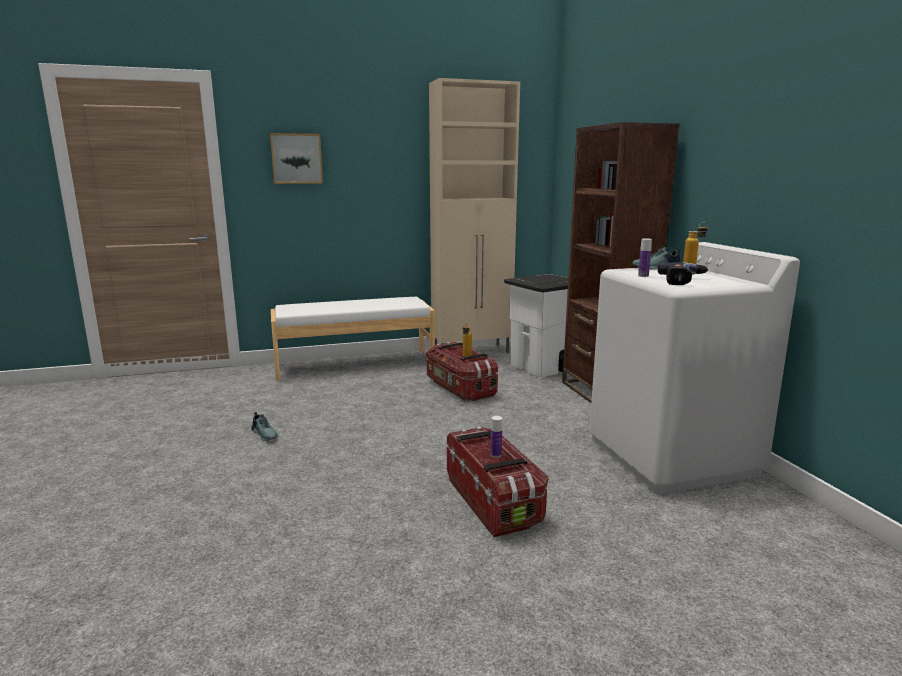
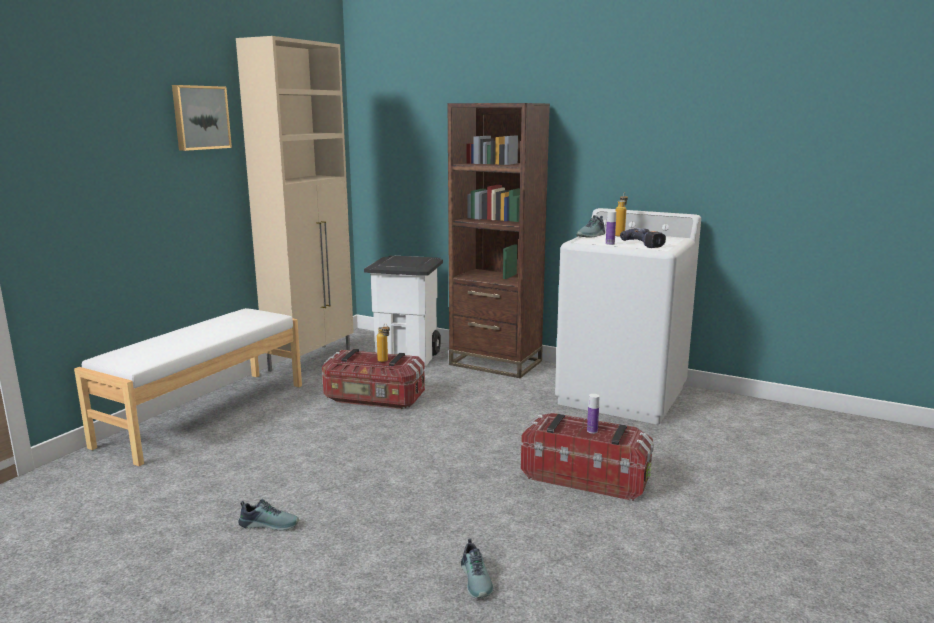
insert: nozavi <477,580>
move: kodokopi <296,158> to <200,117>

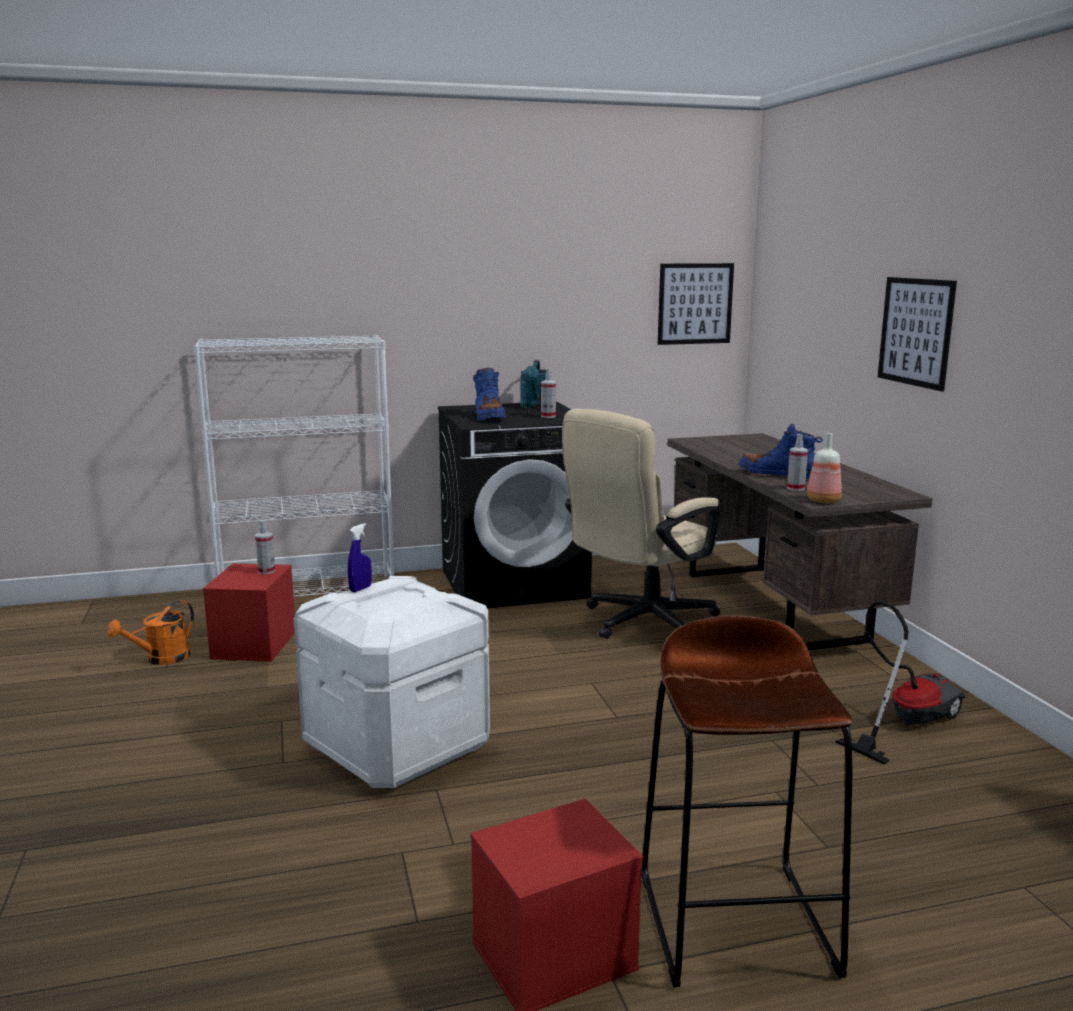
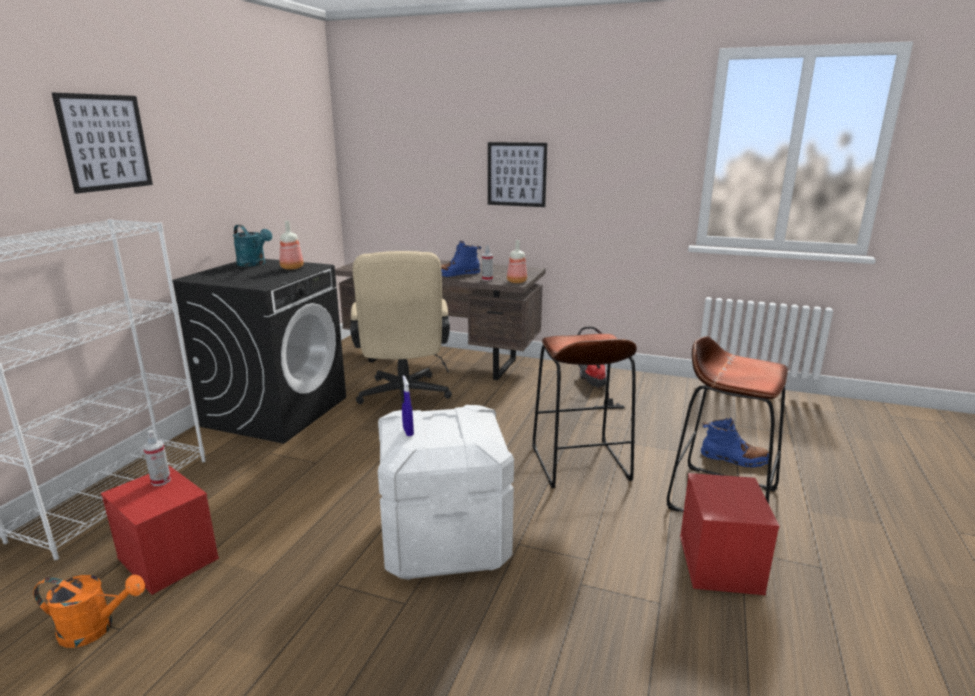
insert: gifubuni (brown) <579,463>
move: kodokopi <695,303> to <105,142>; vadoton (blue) <489,417> to <734,459>
replace: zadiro <548,416> to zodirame <291,268>
rotate: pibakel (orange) <161,659> = <95,629> 75 degrees counterclockwise

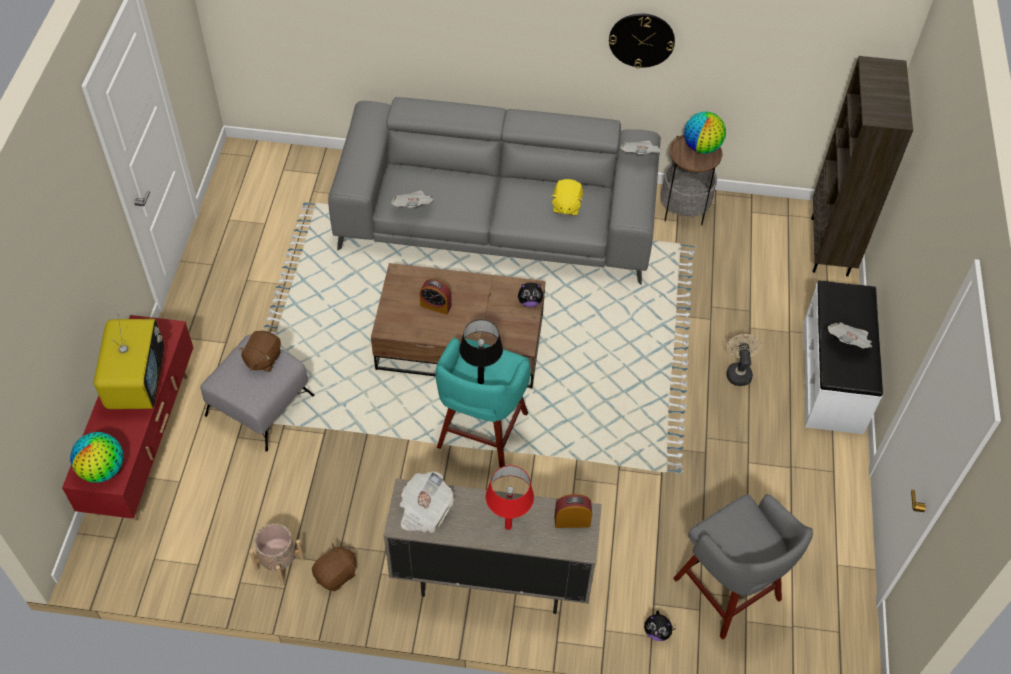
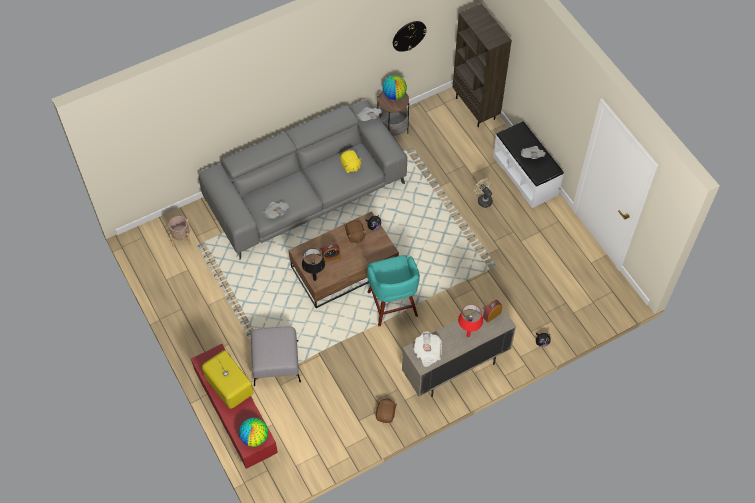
delete: gifubuni (grey) <729,592>
move: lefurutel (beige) <280,563> to <181,238>; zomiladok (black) <481,381> to <315,279>; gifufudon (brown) <263,359> to <355,236>; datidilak <641,40> to <409,35>

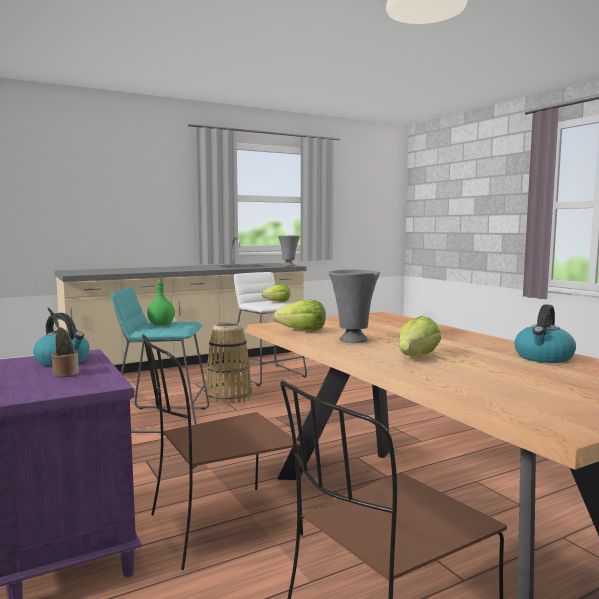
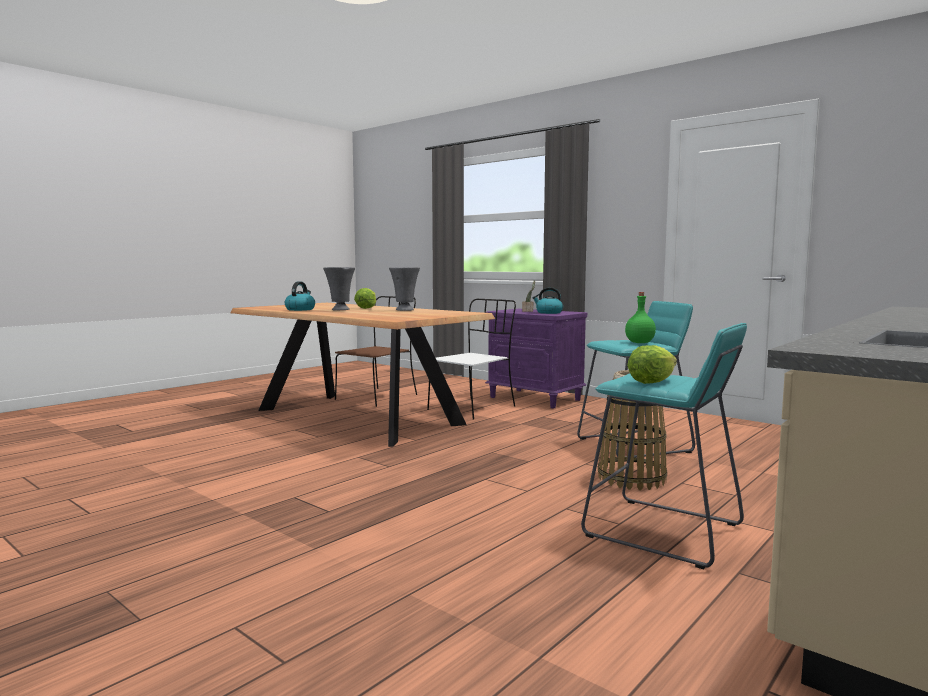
delete: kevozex <303,331>
move: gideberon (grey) <289,265> to <340,310>
recolor: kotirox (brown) <220,526> to kotirox (white) <473,408>; gifubuni (white) <268,375> to gifubuni (turquoise) <663,531>

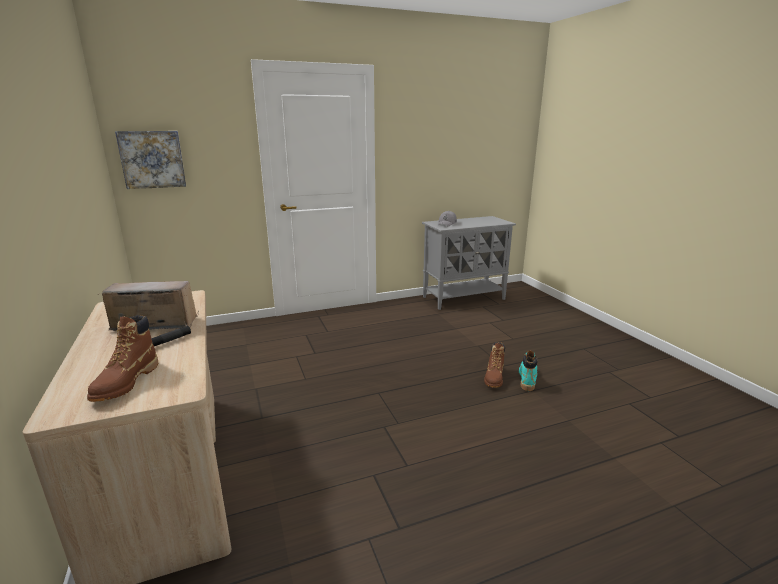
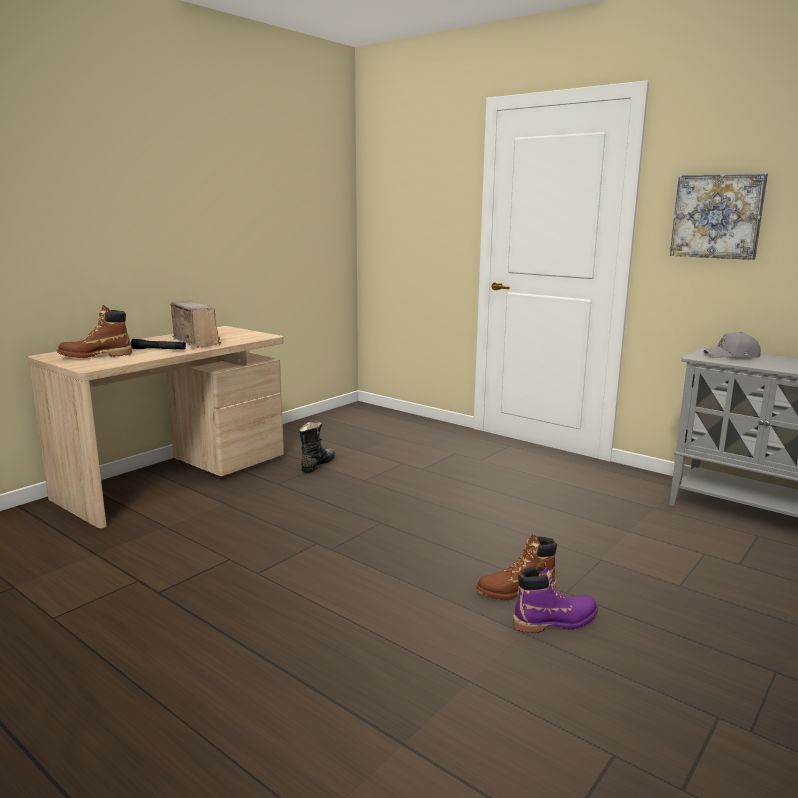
insert: vadoton (black) <317,465>
move: kodokopi <152,159> to <717,216>
recolor: vadoton (turquoise) <527,378> to vadoton (purple) <555,621>

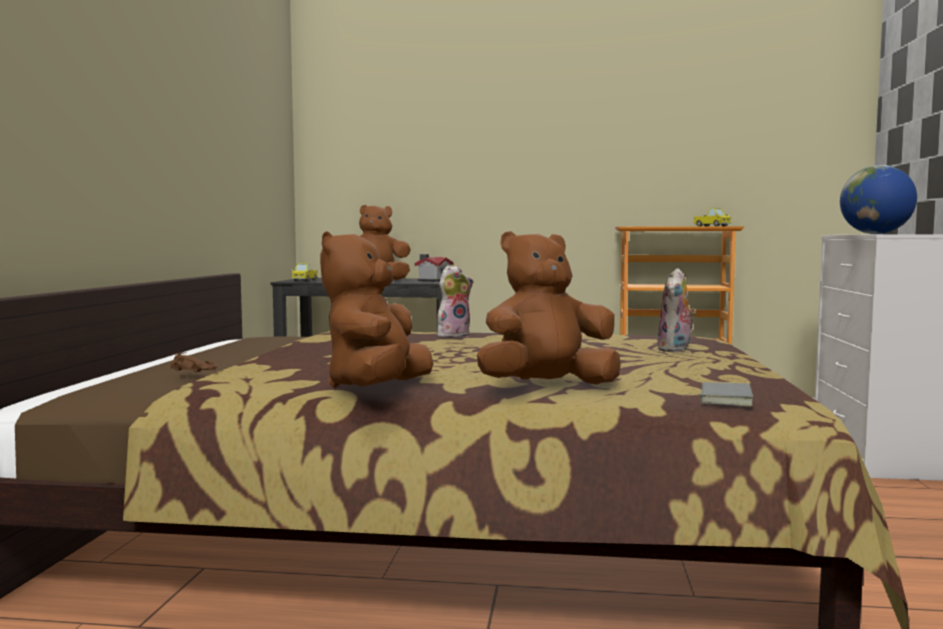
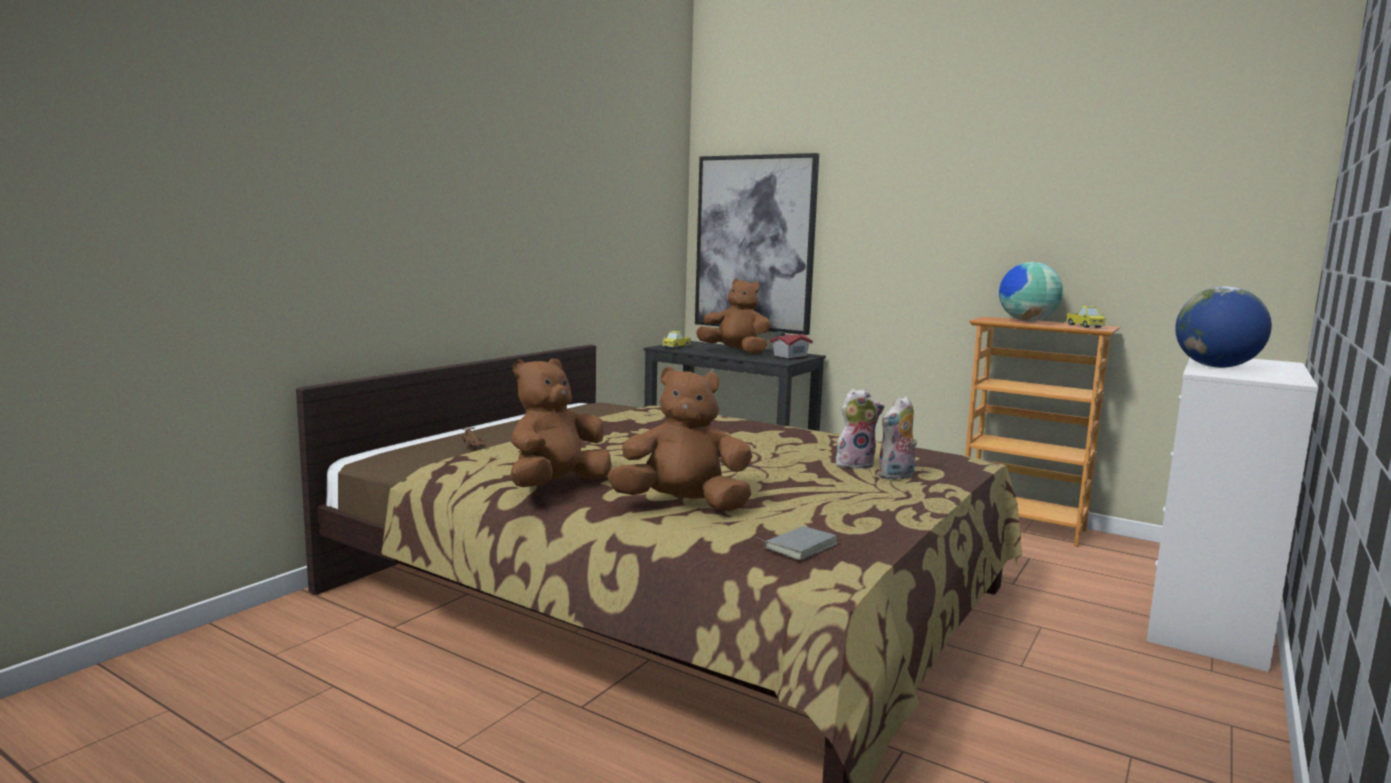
insert: kodokopi <755,243>; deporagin <1026,321>
move: gifufudon <453,335> to <855,464>

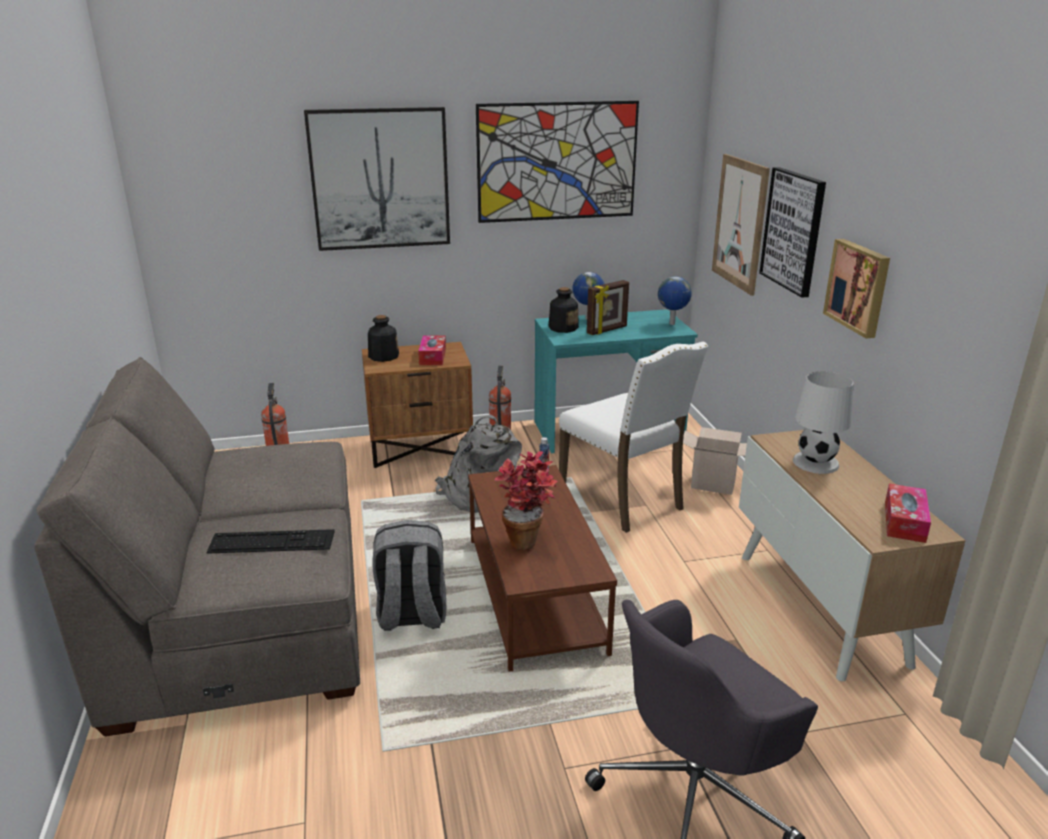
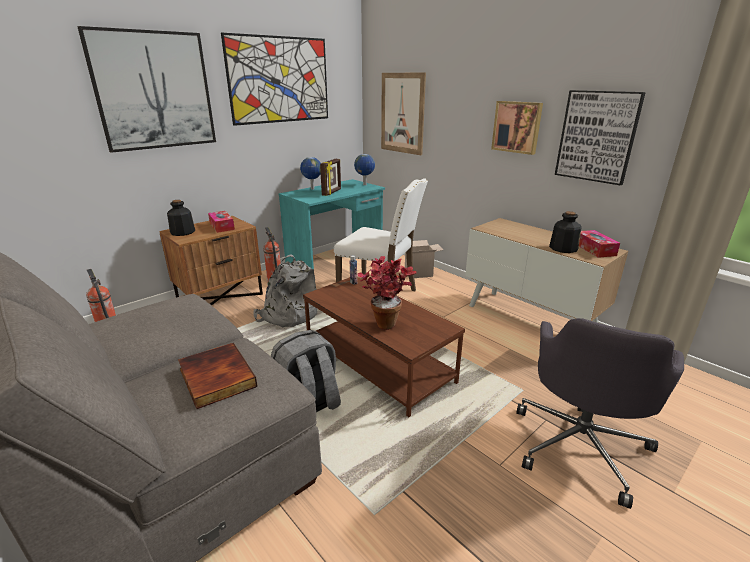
delete: zomiladok (white) <815,462>
move: zodirame <563,328> to <562,248>; kodokopi <793,230> to <597,136>
replace: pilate <271,542> to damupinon <215,378>

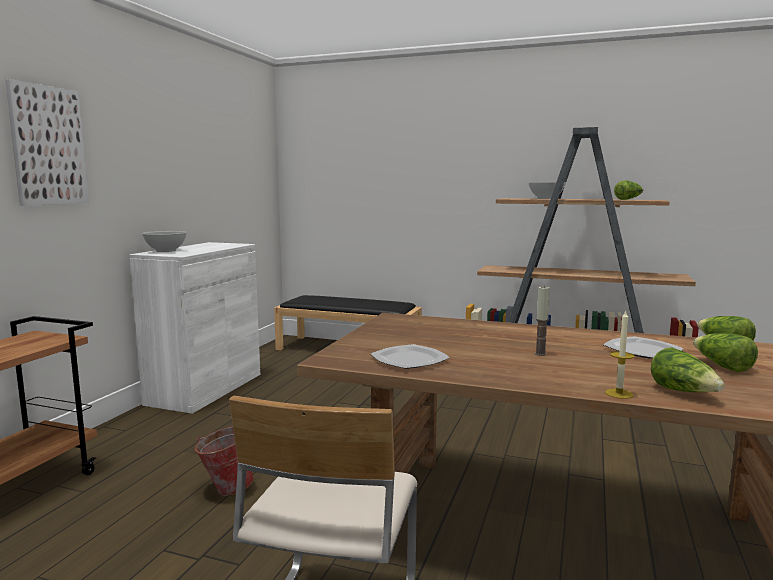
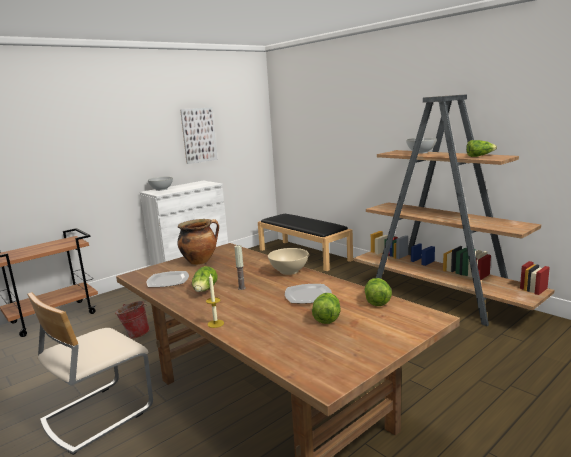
insert: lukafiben <200,261>; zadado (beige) <289,271>
move: kodokopi <48,146> to <198,135>; kevozex <683,392> to <205,290>

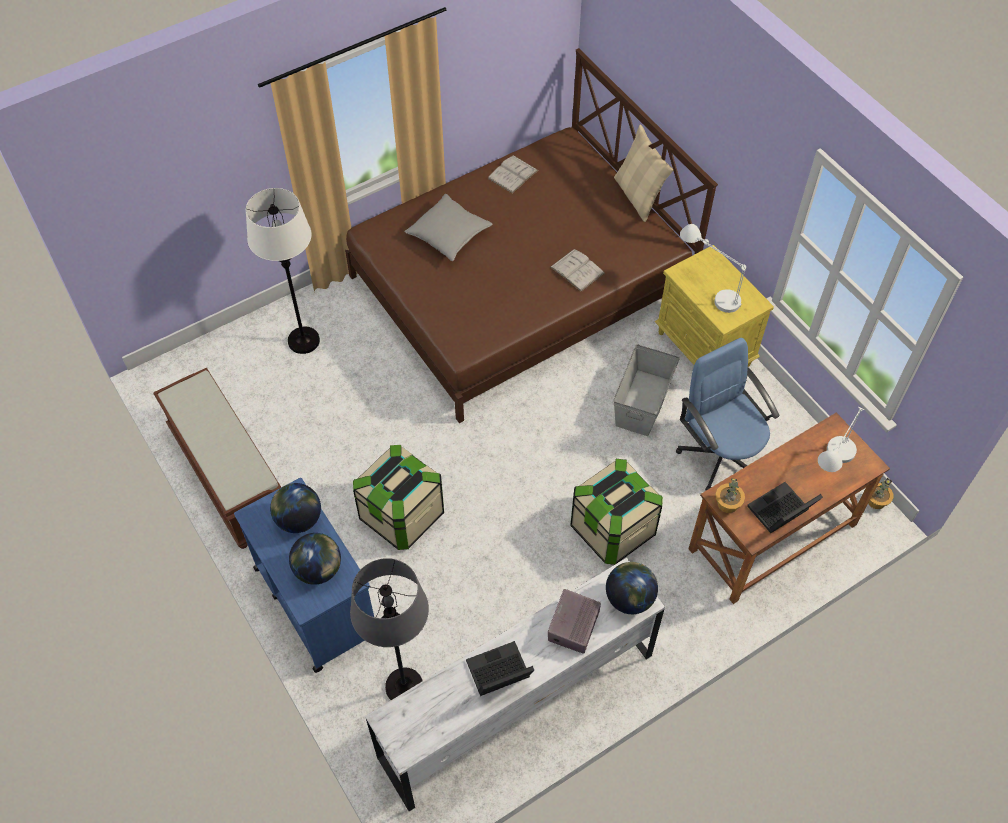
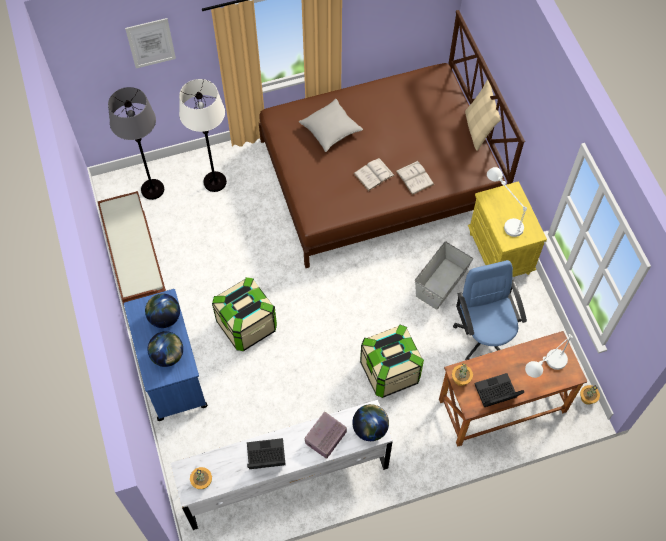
insert: kodokopi <151,43>; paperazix <202,481>
move: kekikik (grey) <404,686> to <152,189>; damupinon (white) <513,174> to <374,174>

